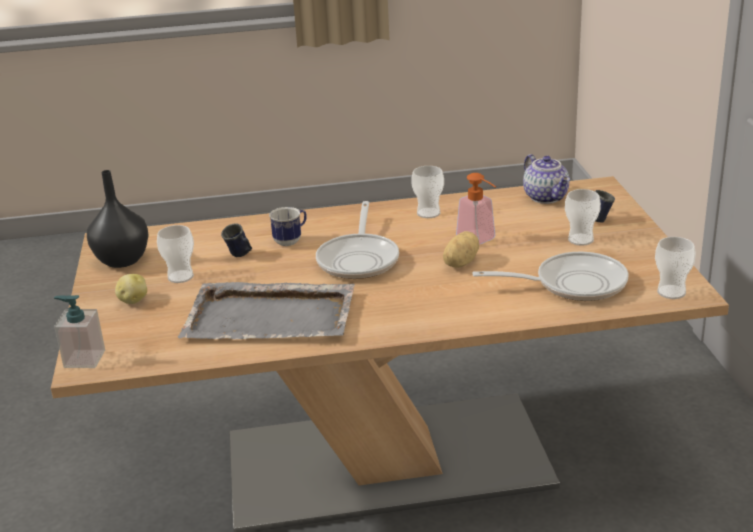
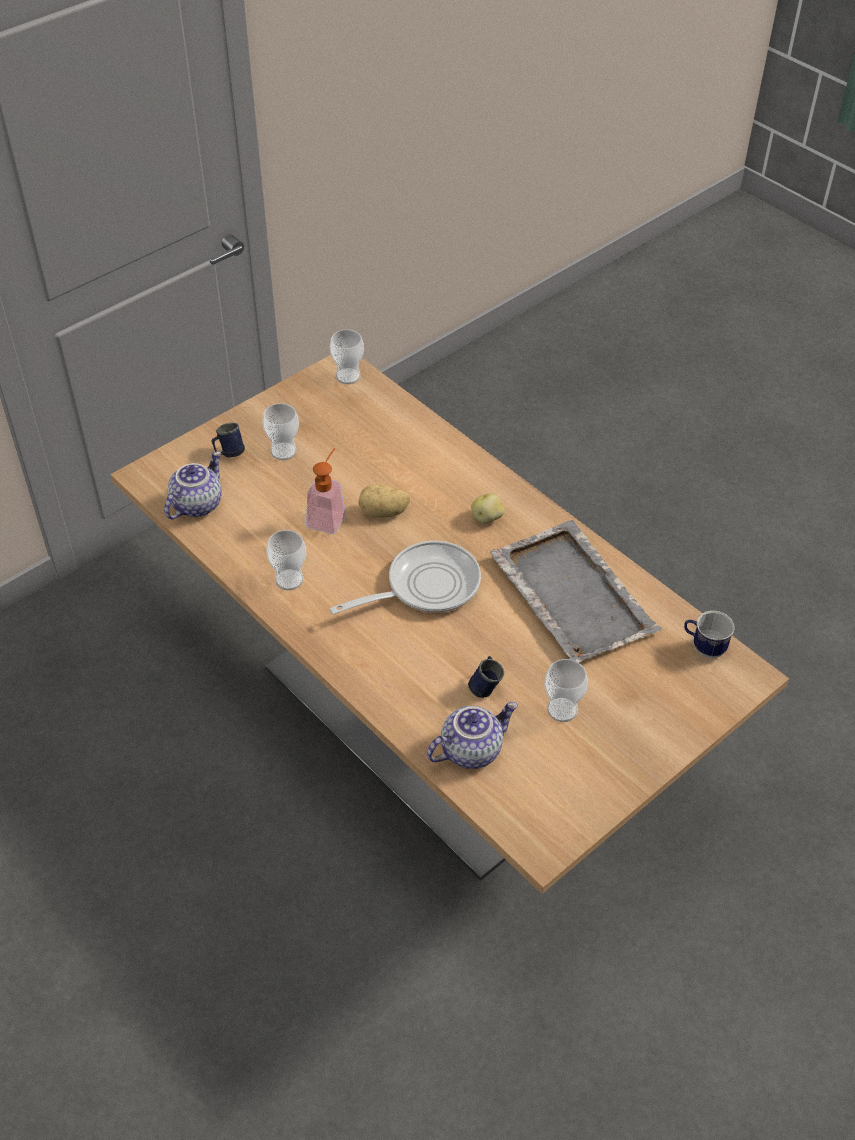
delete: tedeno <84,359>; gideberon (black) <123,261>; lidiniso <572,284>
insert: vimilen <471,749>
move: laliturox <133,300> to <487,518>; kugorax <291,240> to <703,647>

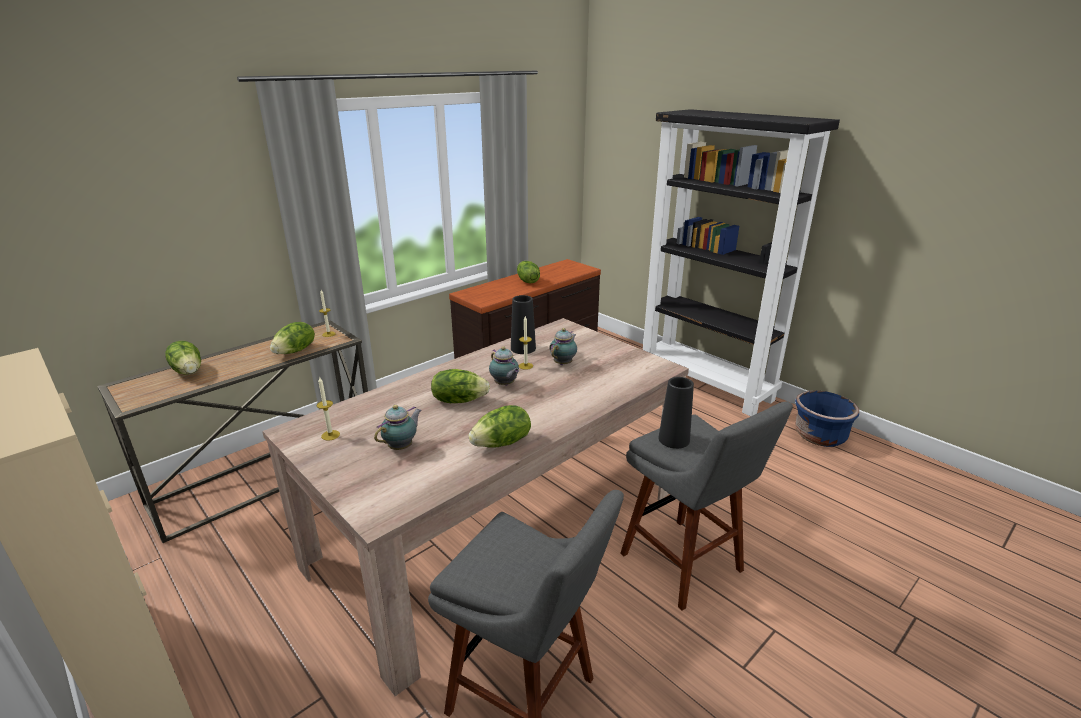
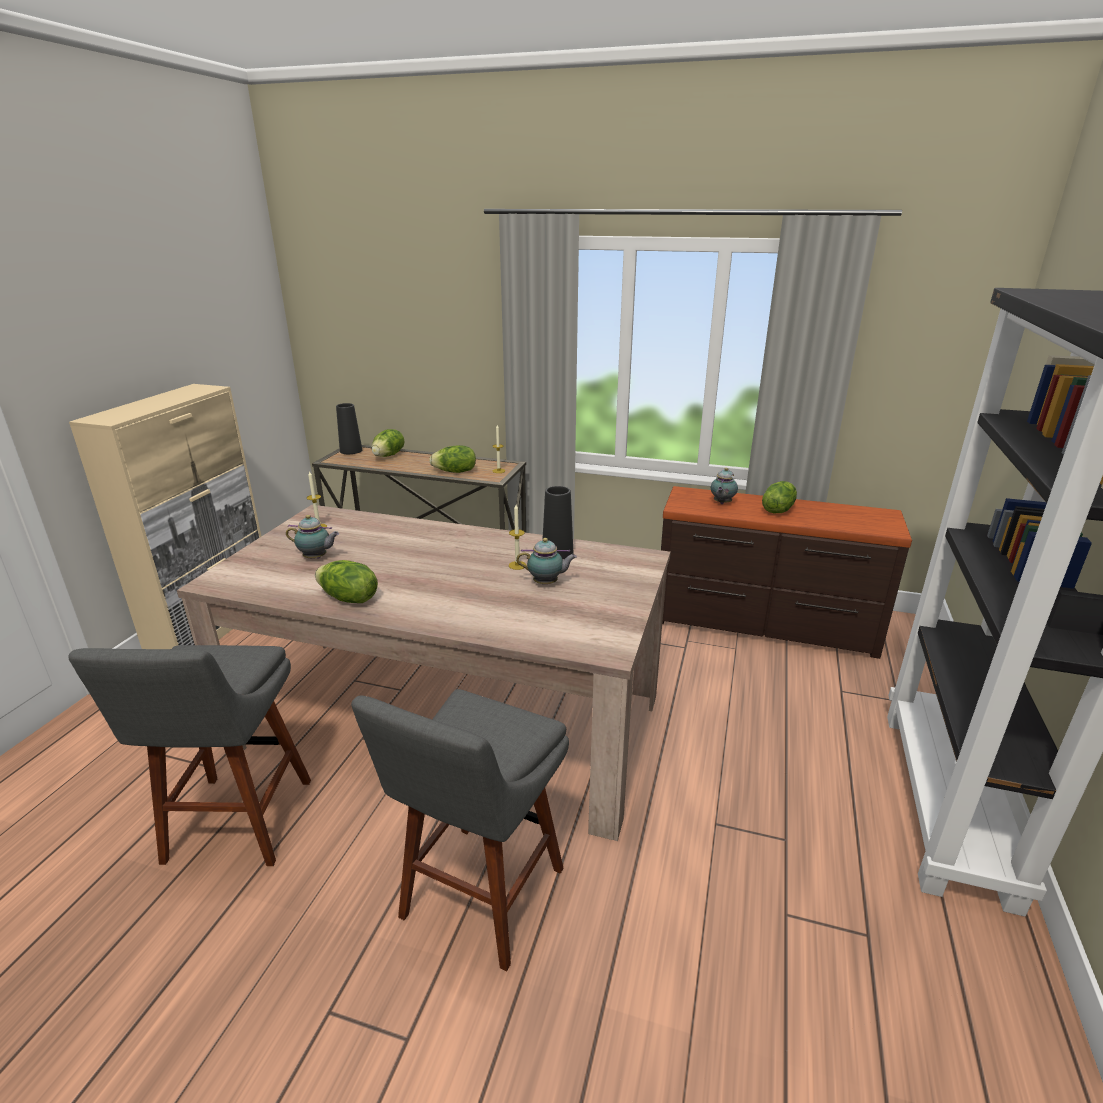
delete: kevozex <459,400>; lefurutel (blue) <819,436>
move: gideberon (black) <674,439> to <351,450>; vimilen <505,384> to <721,503>

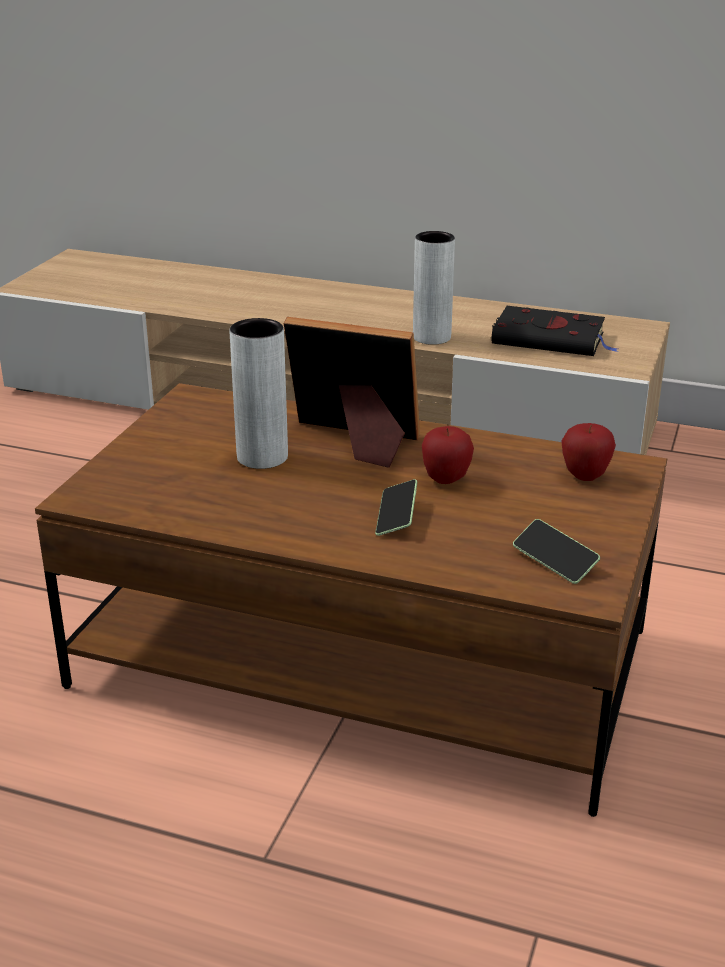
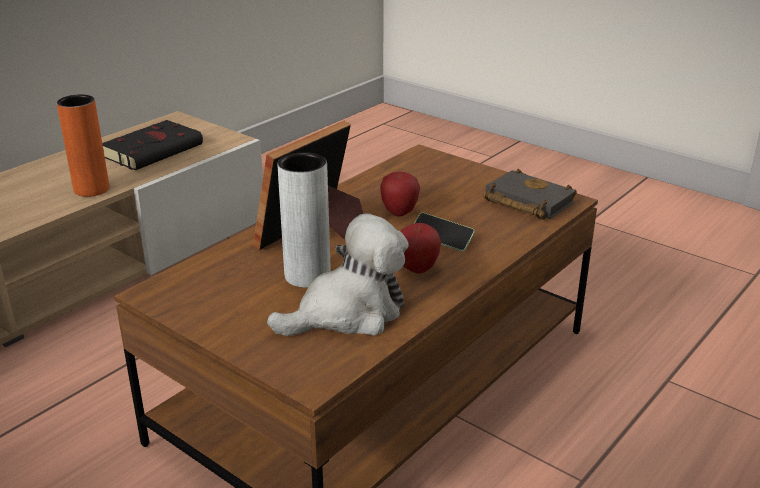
insert: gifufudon <348,313>
move: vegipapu <585,476> to <417,269>
replace: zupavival <554,561> to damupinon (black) <525,202>
recolor: gideberon (grey) <431,337> to gideberon (orange) <91,189>

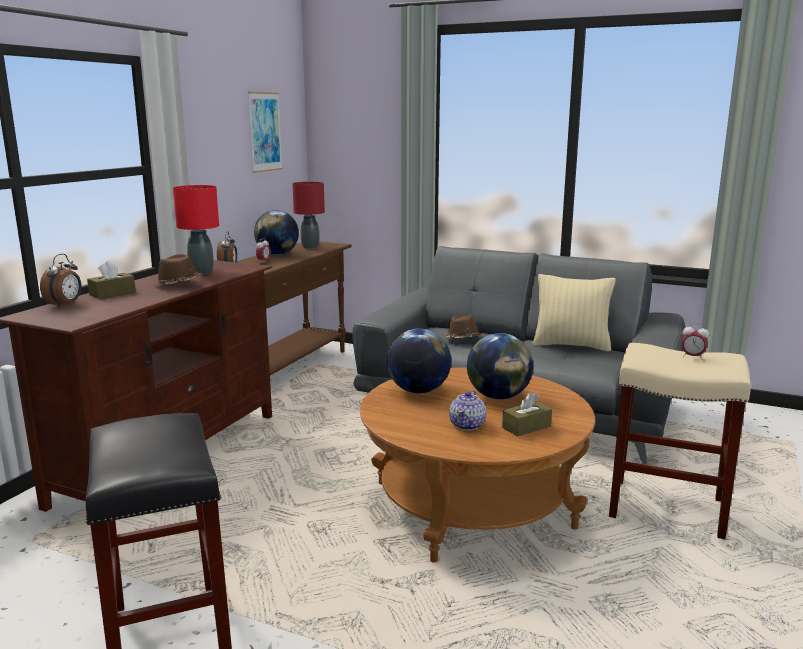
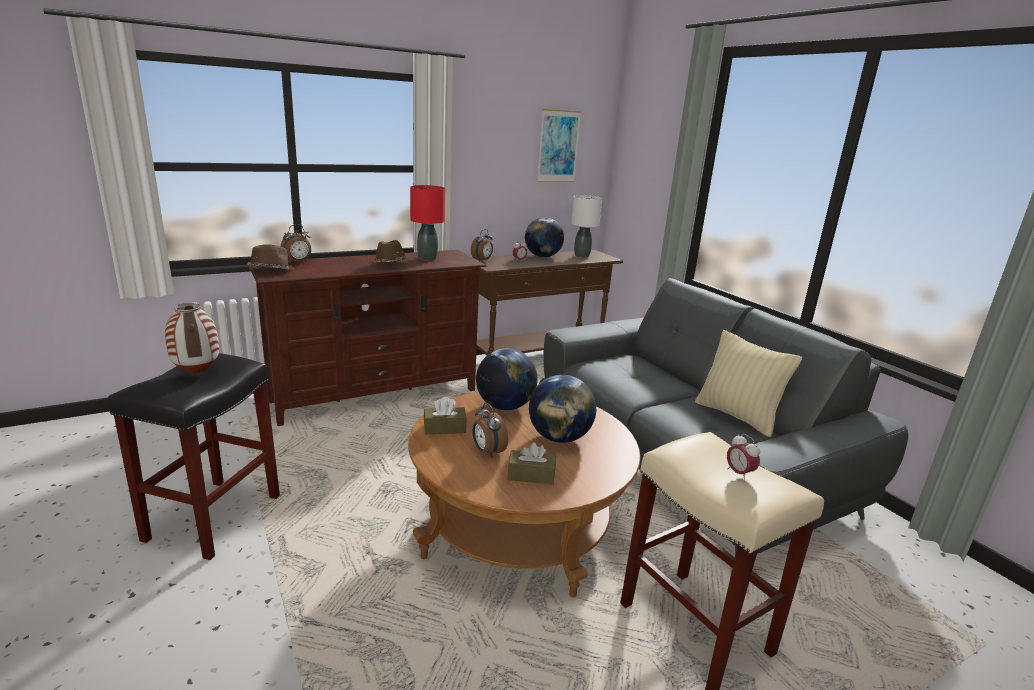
insert: gideberon <196,373>
move: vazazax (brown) <462,339> to <270,270>; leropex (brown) <112,293> to <444,428>
replace: vimilen <467,425> to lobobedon <487,452>
recolor: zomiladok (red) <310,247> to zomiladok (white) <582,256>

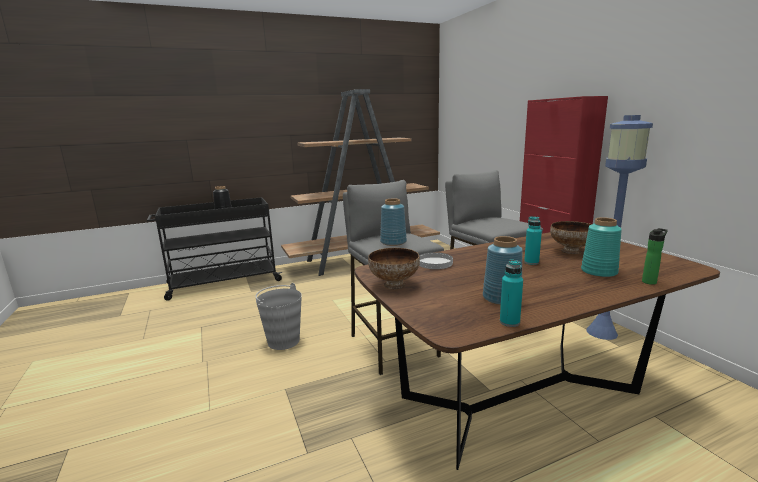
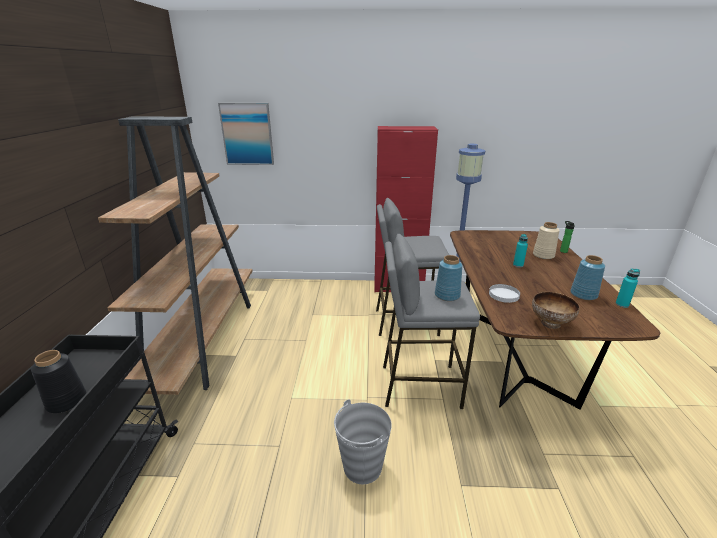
delete: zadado <571,251>
insert: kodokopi <247,134>
recolor: gideberon (turquoise) <599,272> to gideberon (beige) <543,255>

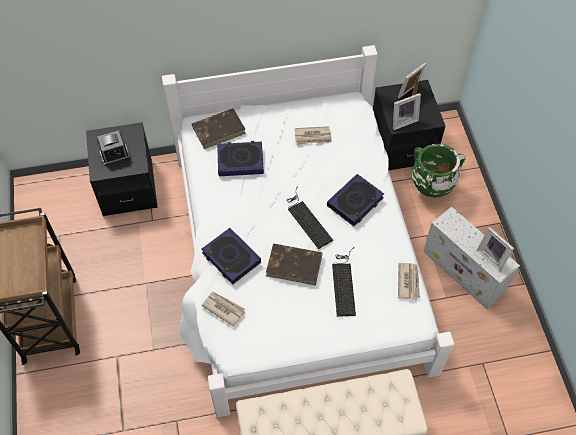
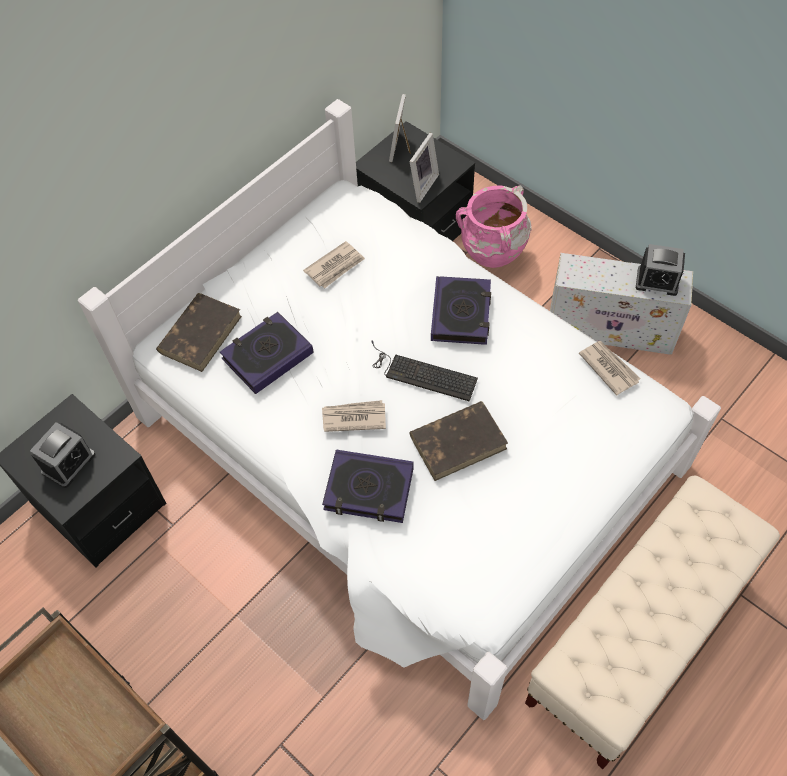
delete: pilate <344,283>
move: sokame <223,308> to <353,417>
replace: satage <492,257> to lobobedon <657,281>
recolor: gideberon (green) <430,190> to gideberon (pink) <492,260>

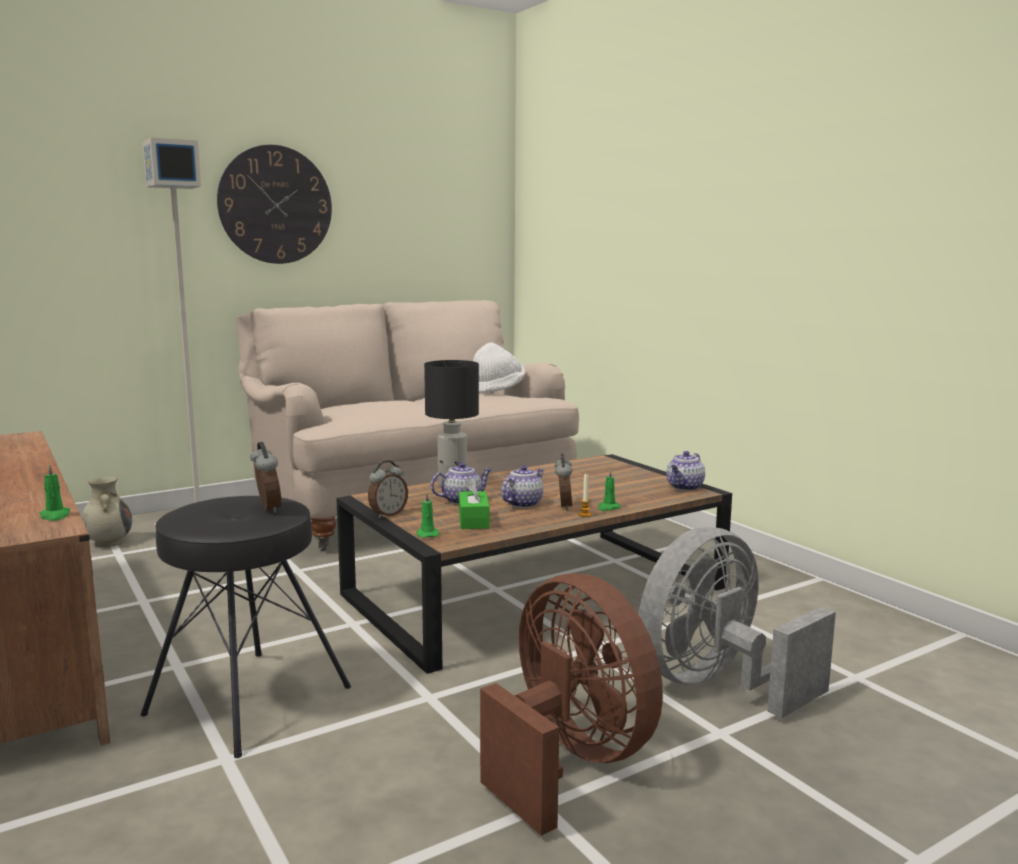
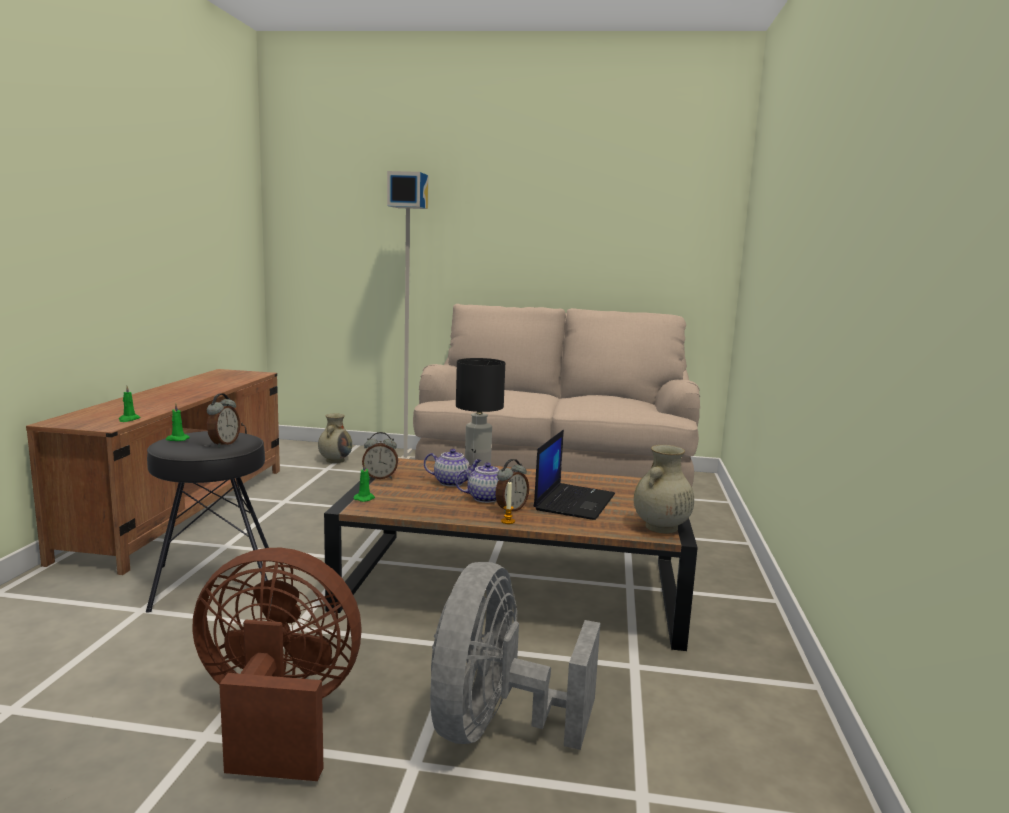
delete: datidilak <275,205>; leropex (green) <473,520>; vazazax (white) <496,389>
insert: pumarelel <574,501>
move: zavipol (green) <608,508> to <177,439>
replace: vimilen <685,487> to gideberon (beige) <660,527>
rotate: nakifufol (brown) <569,762> = <277,718> 90 degrees counterclockwise; nakifufol (grey) <717,684> = <496,726> 75 degrees counterclockwise

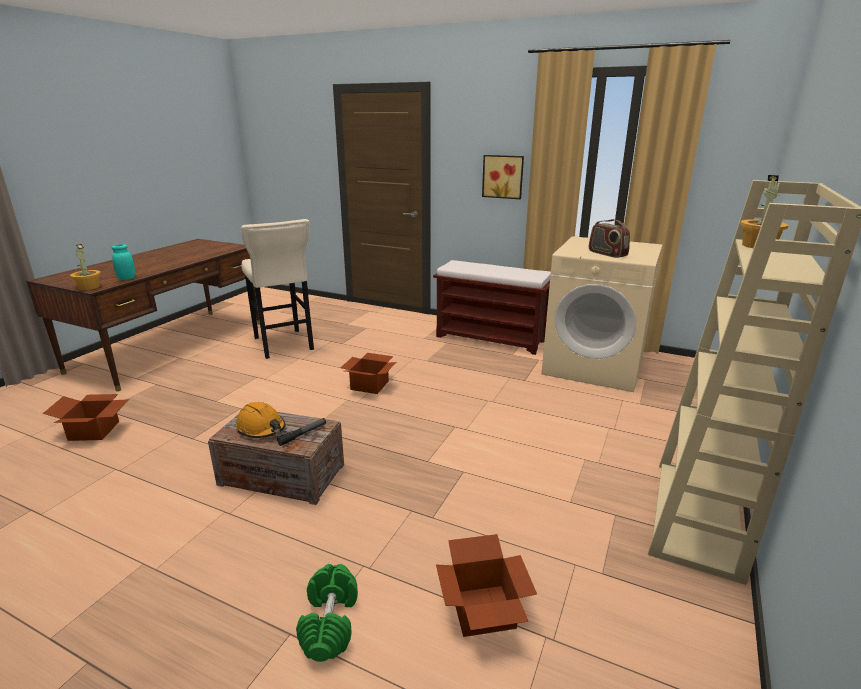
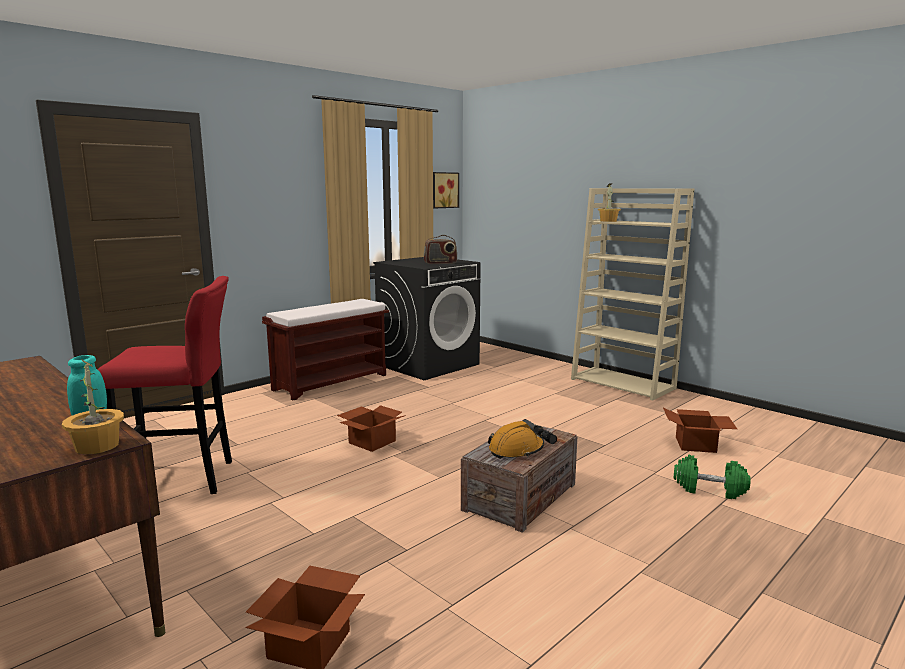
move: kodokopi <503,176> to <444,190>
recolor: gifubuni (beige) <284,345> to gifubuni (red) <185,479>; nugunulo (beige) <594,366> to nugunulo (black) <428,364>

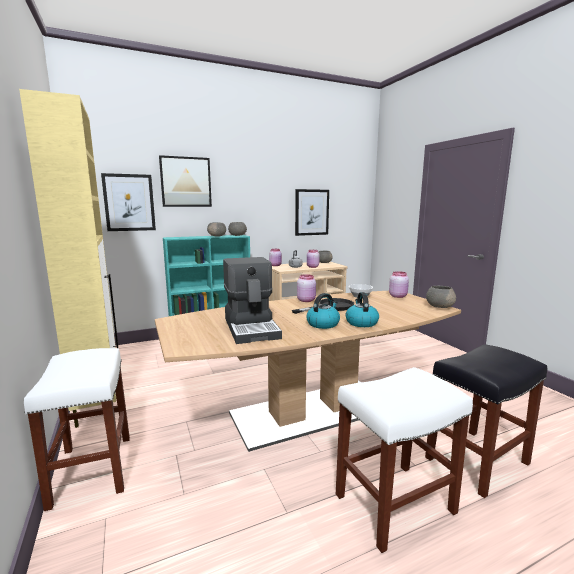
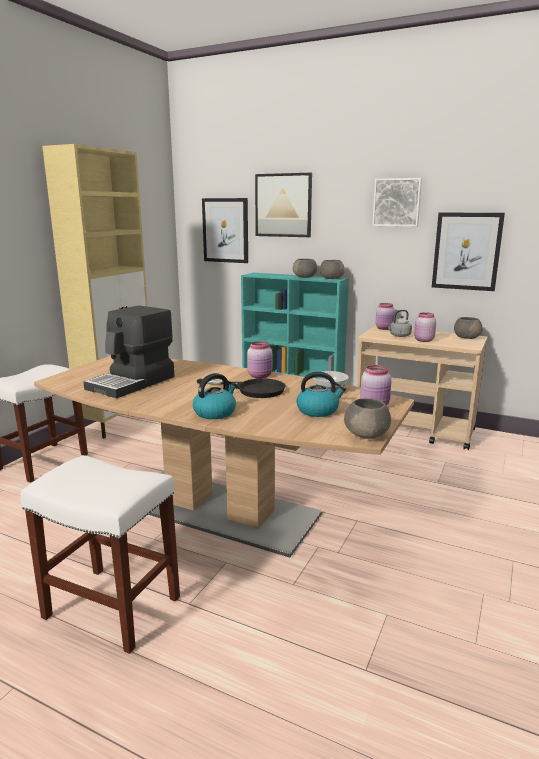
delete: gifubuni (black) <476,461>
insert: kodokopi <397,202>
move: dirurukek <323,324> to <318,410>

